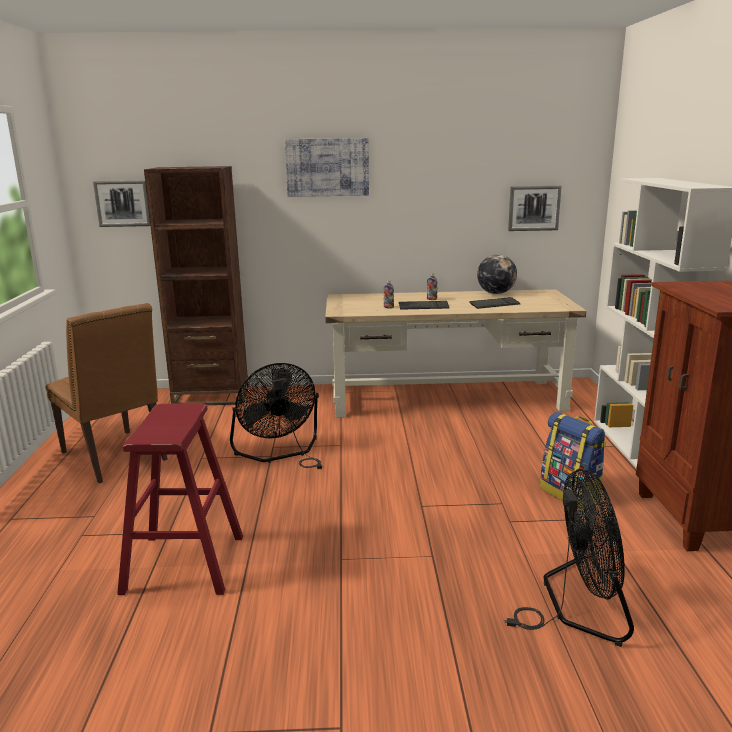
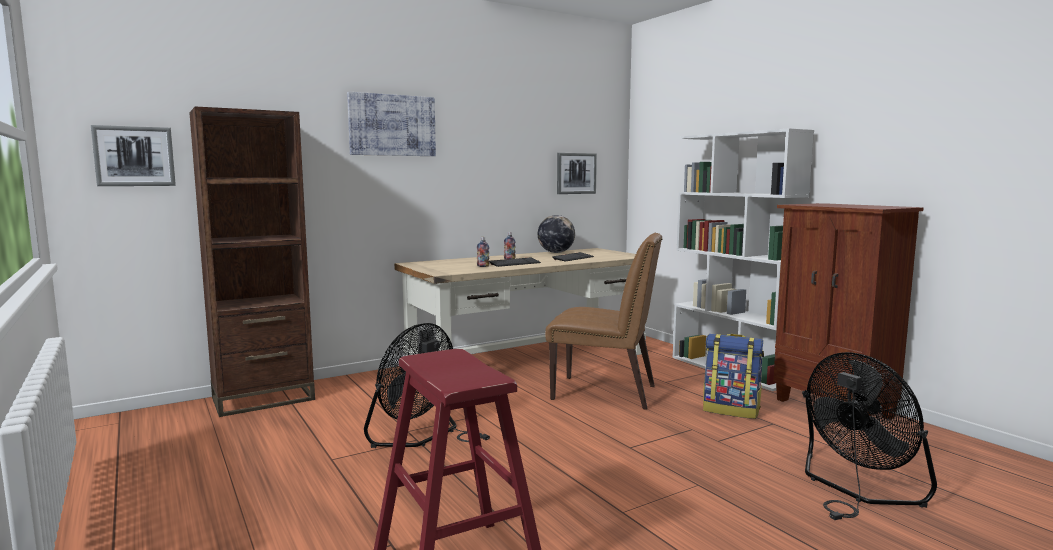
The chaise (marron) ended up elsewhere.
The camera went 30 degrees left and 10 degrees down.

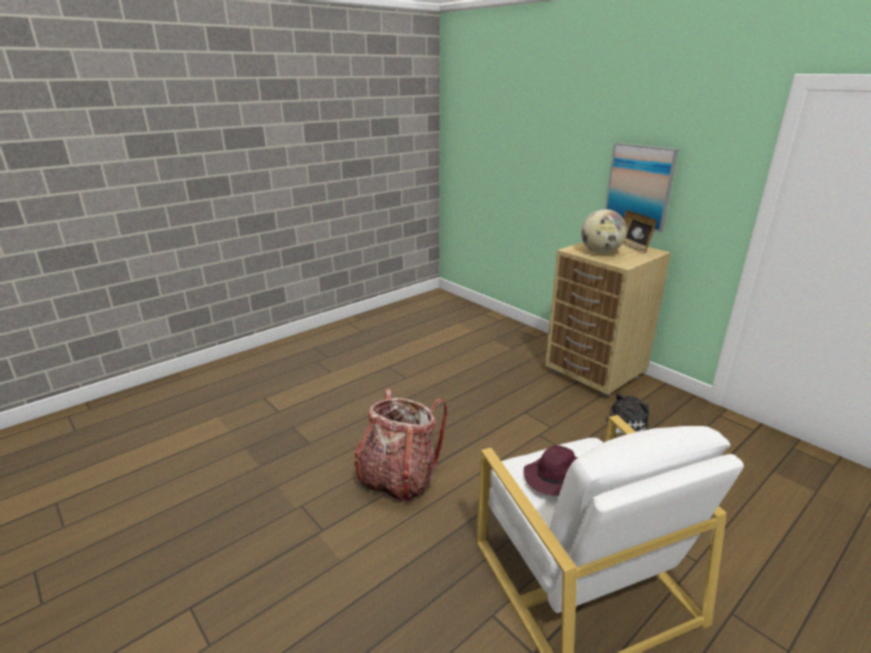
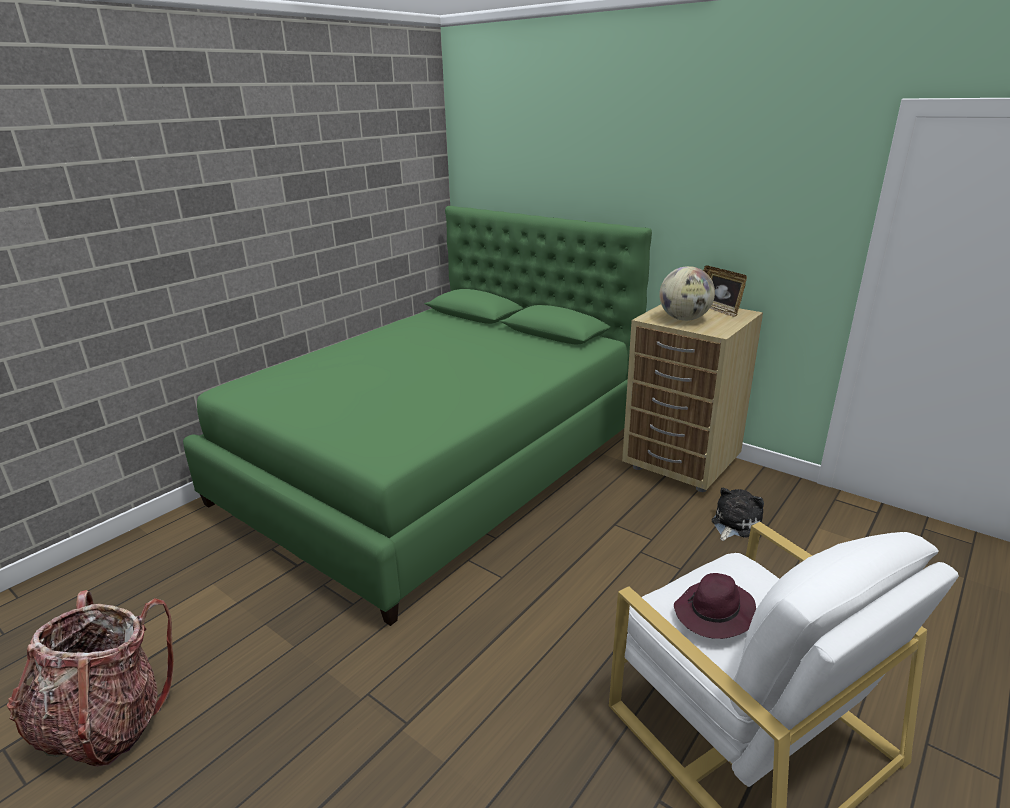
The second view lost the tableau.
The second view gained the lit (vert).
The sac à dos ended up elsewhere.
The camera went 10 degrees left and 0 degrees up.

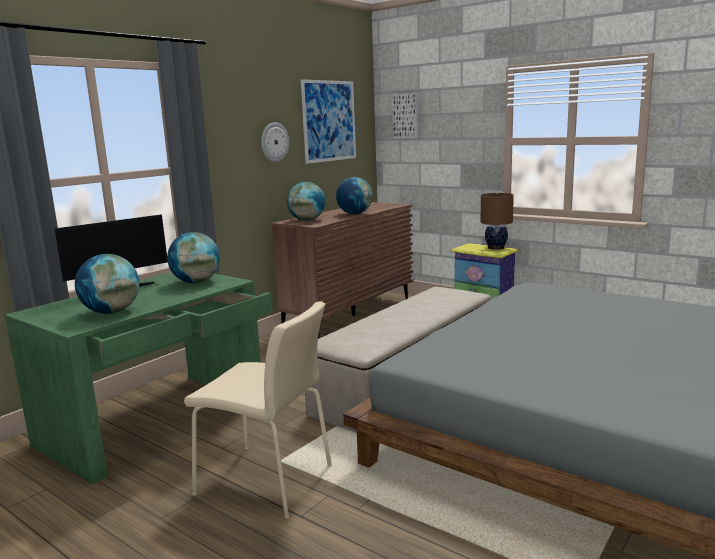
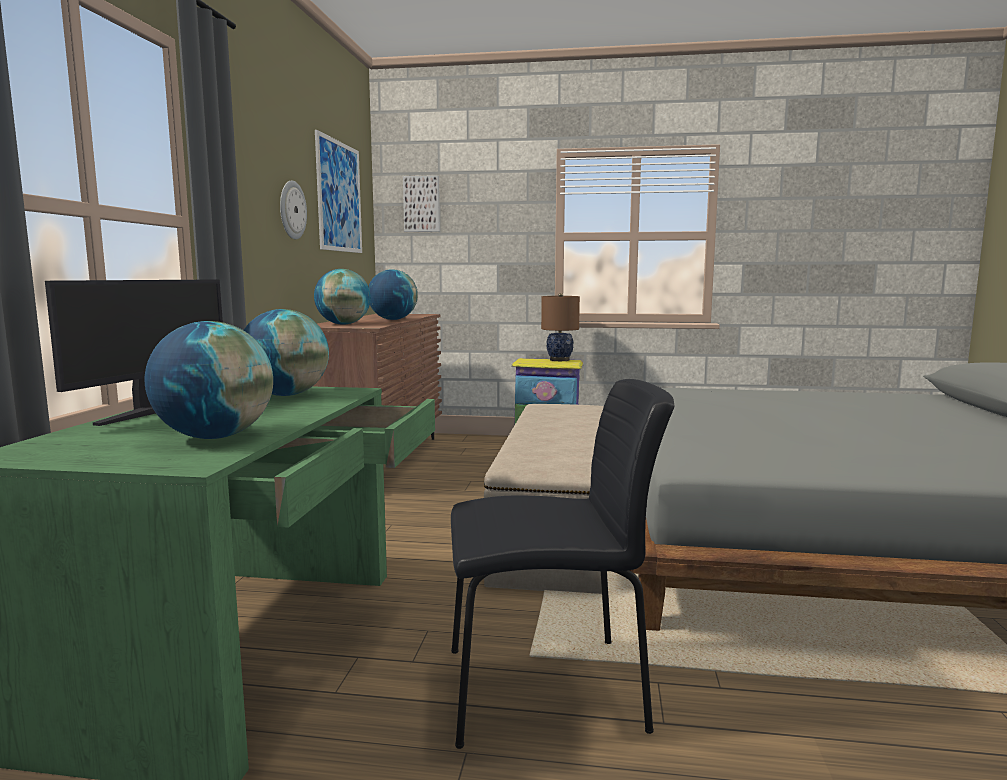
What was the chaise (beige) turned into the chaise (noir).
The camera went 30 degrees left and 5 degrees down.

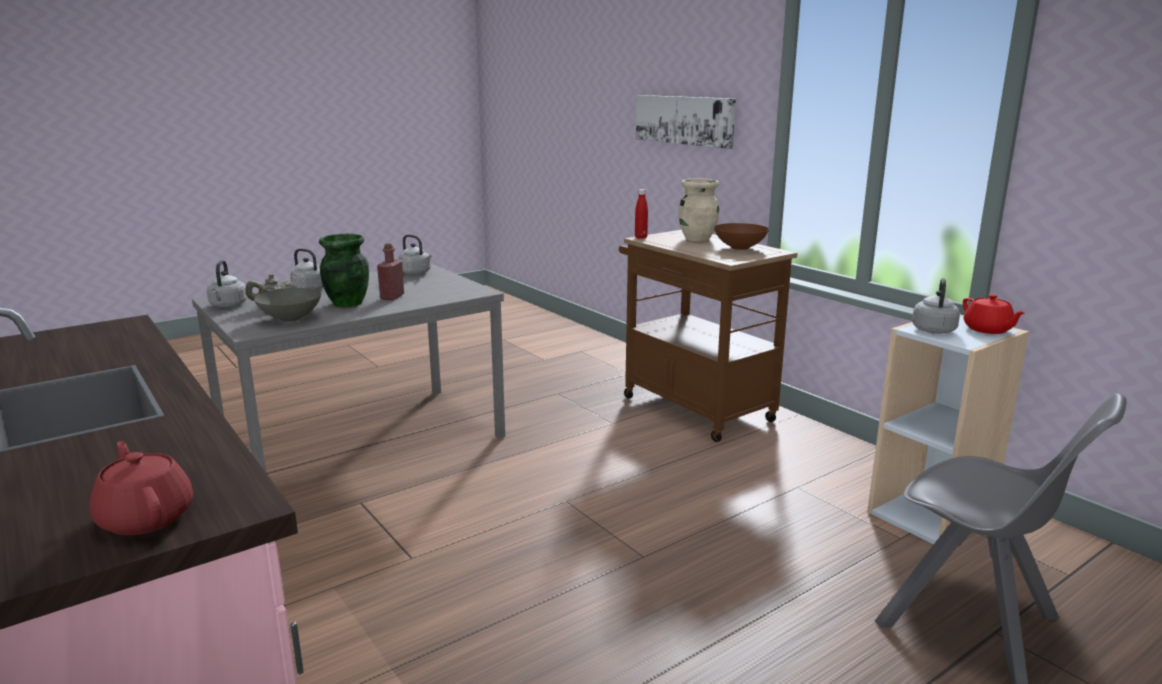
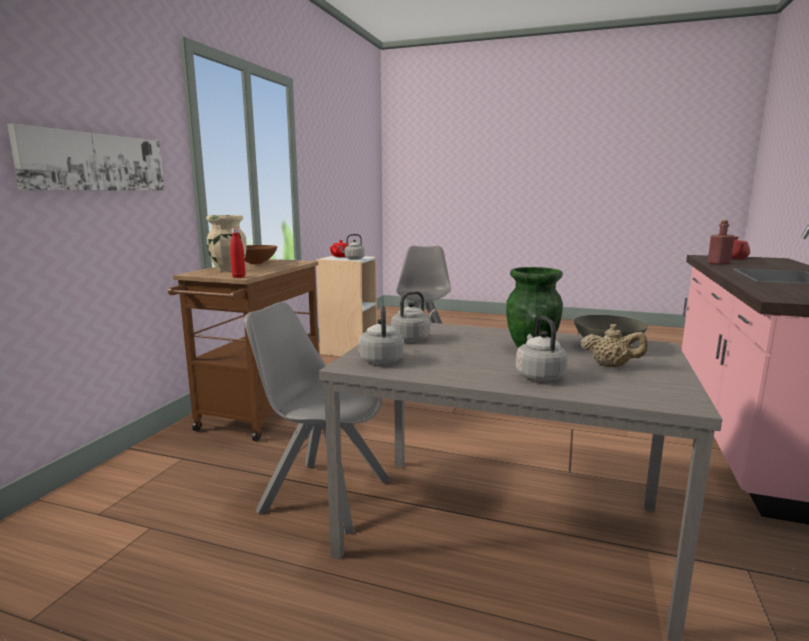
The second view gained the chaise (gris) (no. 1 from left).
The bouilloire (gris) (no. 1 from left in the first image) ended up elsewhere.
The bouteille (rouge) (no. 1 from left in the first image) ended up elsewhere.
The camera went 125 degrees left and 5 degrees down.

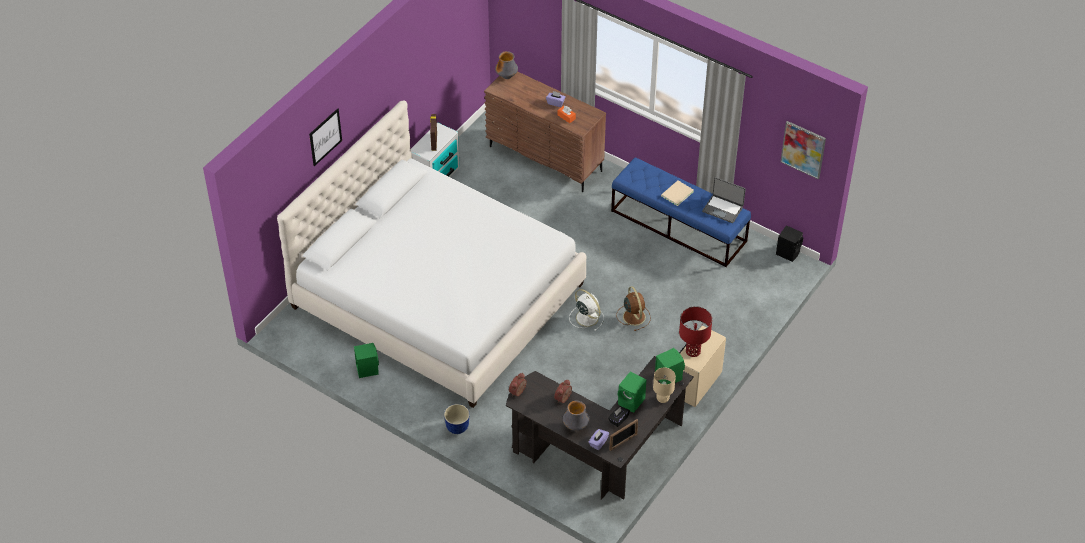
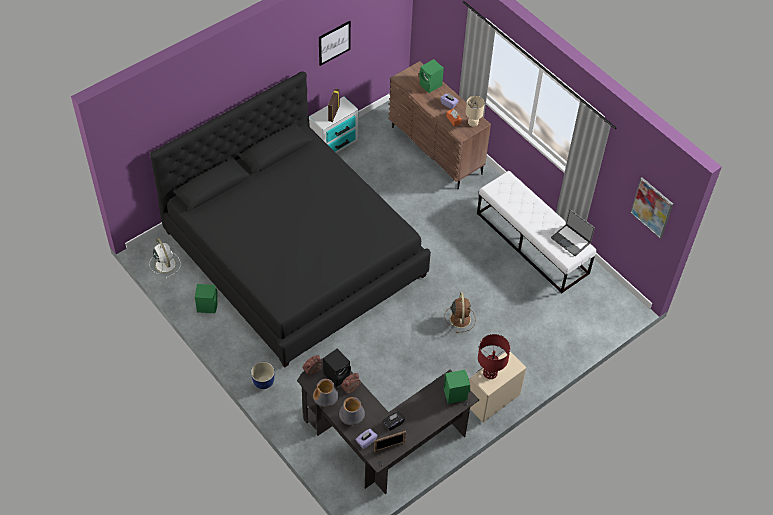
The second view lost the livre (beige).
The tableau (no. 1 from left) ended up elsewhere.
The vase (no. 1 from left) ended up elsewhere.
The ventilateur (blanc) ended up elsewhere.
The enceinte (vert) (no. 2 from left) ended up elsewhere.
The lampe de table (beige) ended up elsewhere.
The enceinte (noir) ended up elsewhere.
What was the lit (blanc) turned into the lit (noir).
What was the banc (bleu) turned into the banc (blanc).
The camera went 15 degrees right and 5 degrees up.

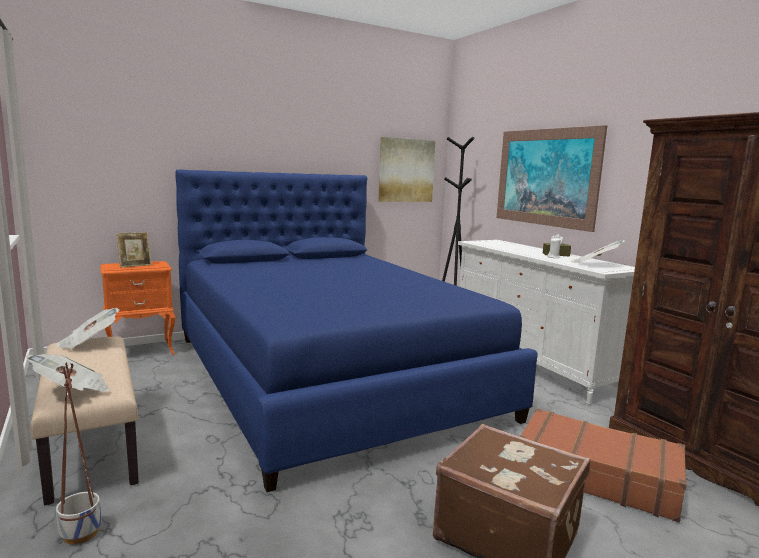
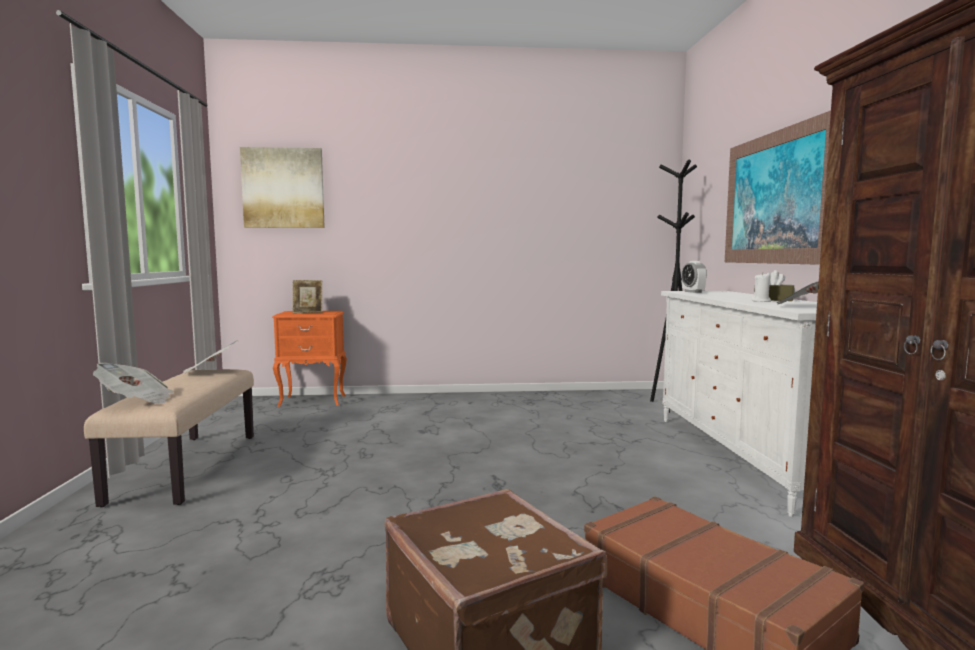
The second view lost the cache-pot.
The second view lost the lit (bleu).
The second view gained the réveil.
The tableau (no. 1 from left) ended up elsewhere.
The camera went 25 degrees right and 5 degrees down.

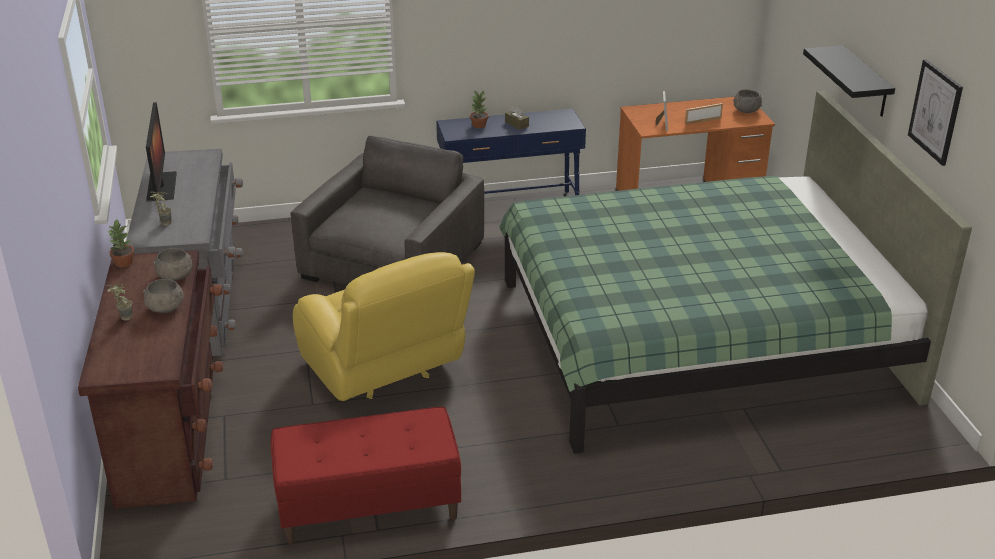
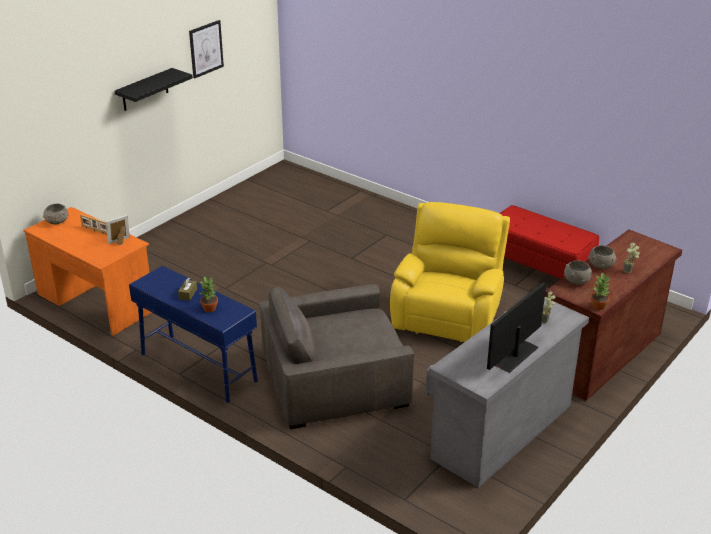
The second view lost the lit (vert).
The camera went 130 degrees left and 0 degrees up.

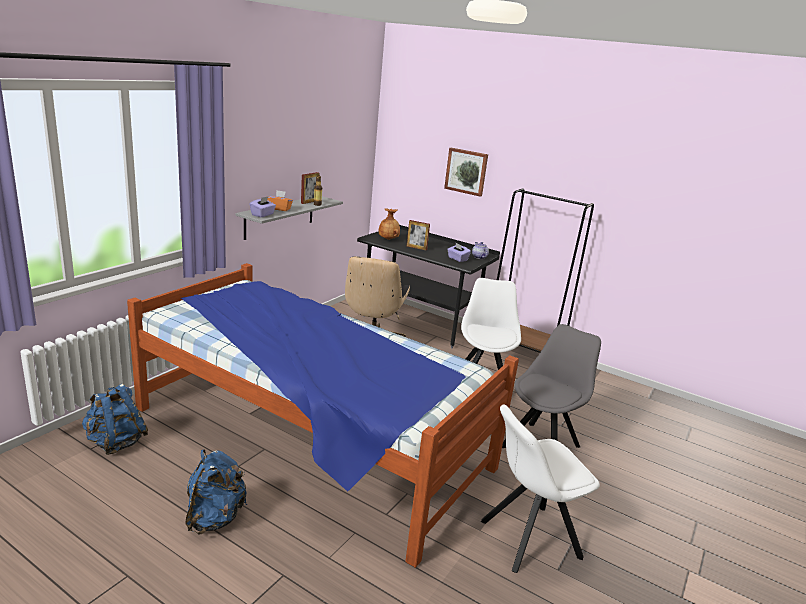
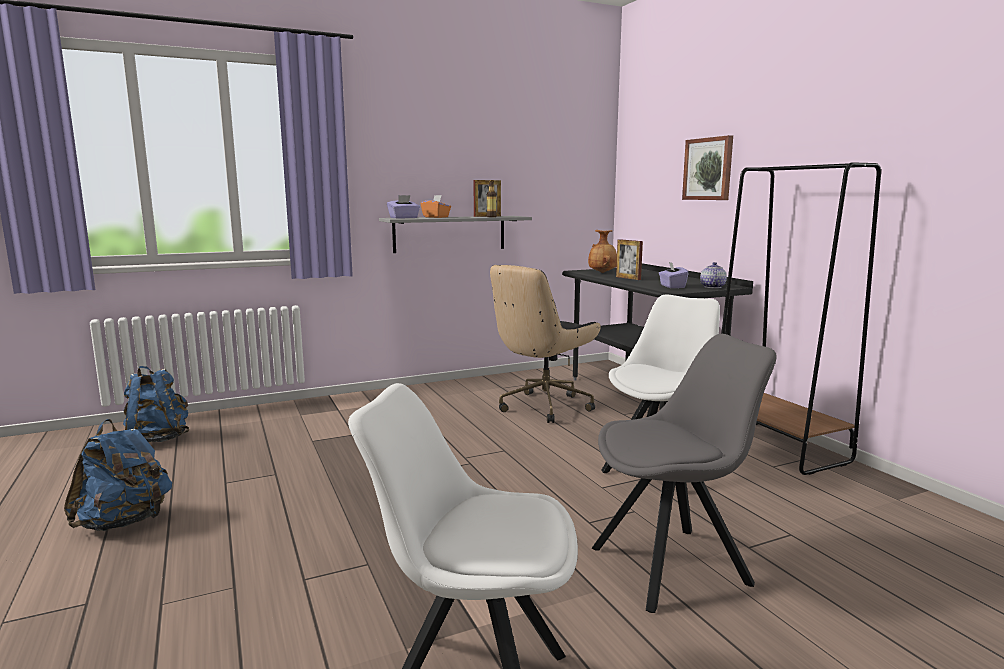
The second view lost the lit.
The camera went 35 degrees right and 10 degrees down.

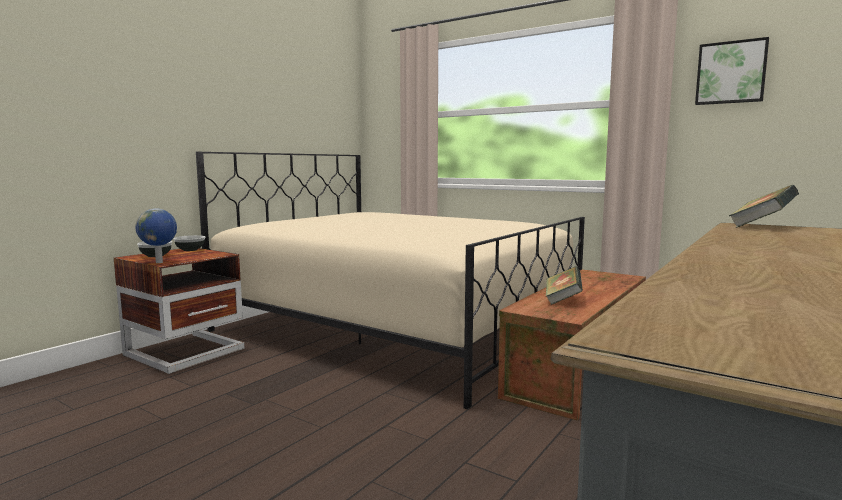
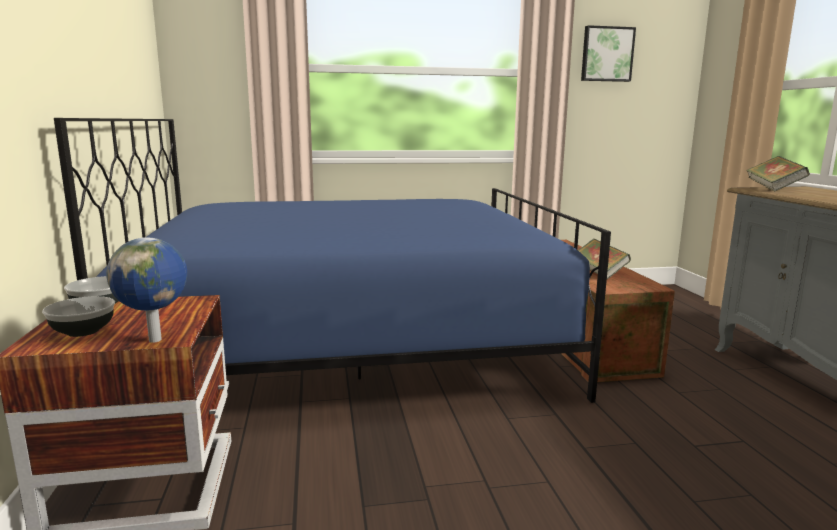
What was the lit (beige) turned into the lit (bleu).
The camera went 45 degrees left and 5 degrees up.

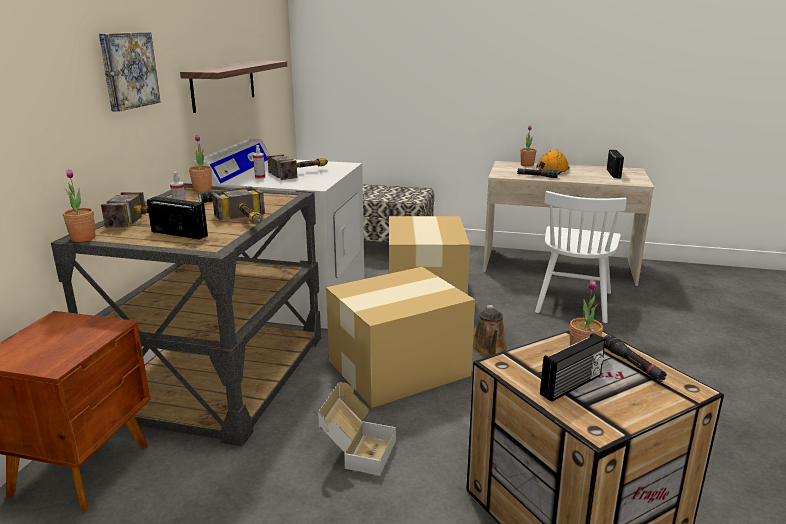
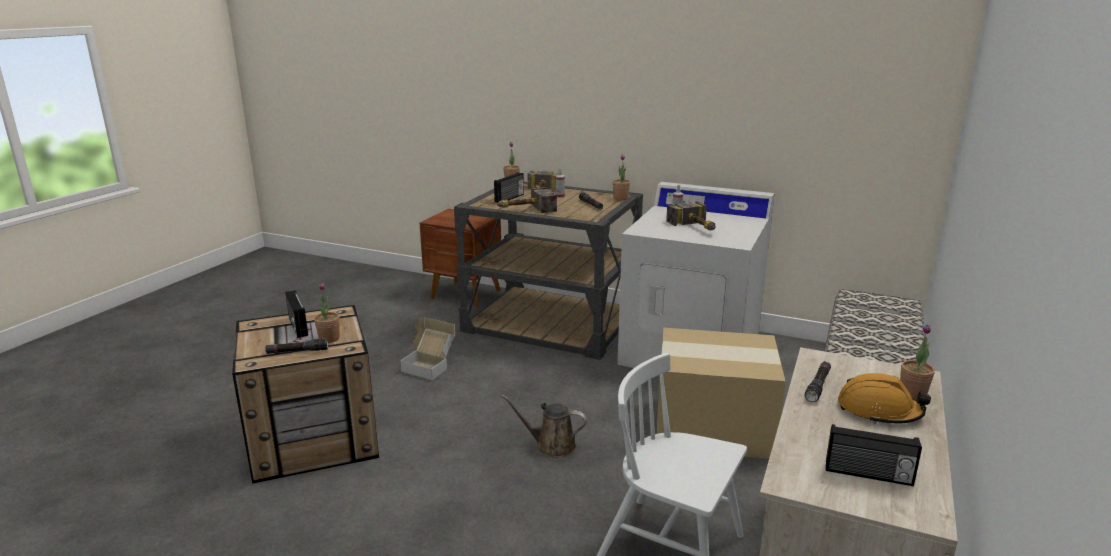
The second view lost the tableau.
The second view lost the étagère.
The second view lost the carton (no. 2 from left).
The camera went 100 degrees right and 0 degrees up.

